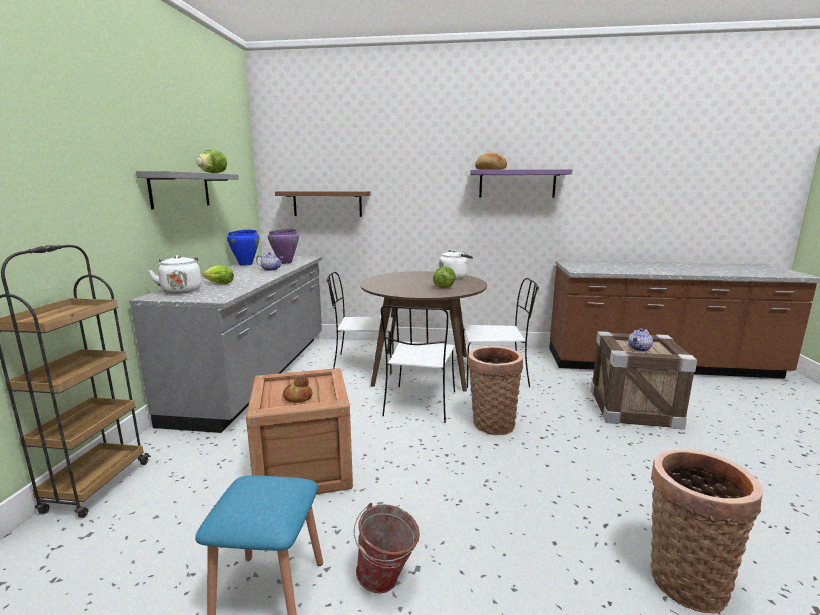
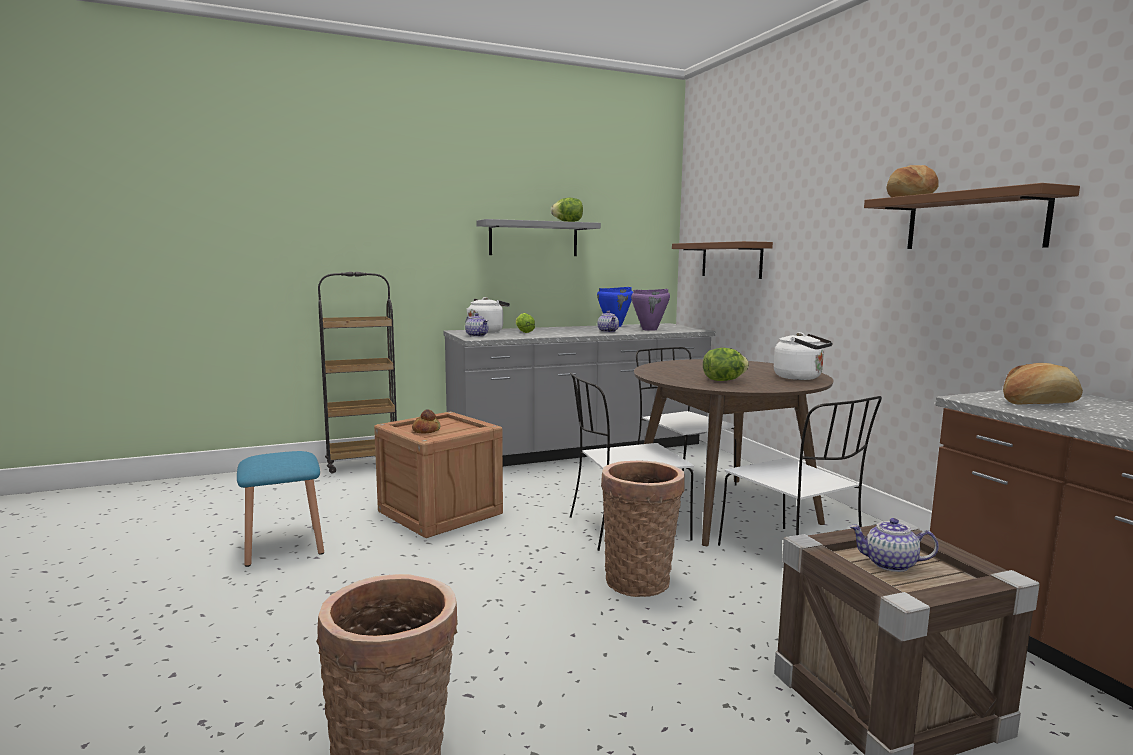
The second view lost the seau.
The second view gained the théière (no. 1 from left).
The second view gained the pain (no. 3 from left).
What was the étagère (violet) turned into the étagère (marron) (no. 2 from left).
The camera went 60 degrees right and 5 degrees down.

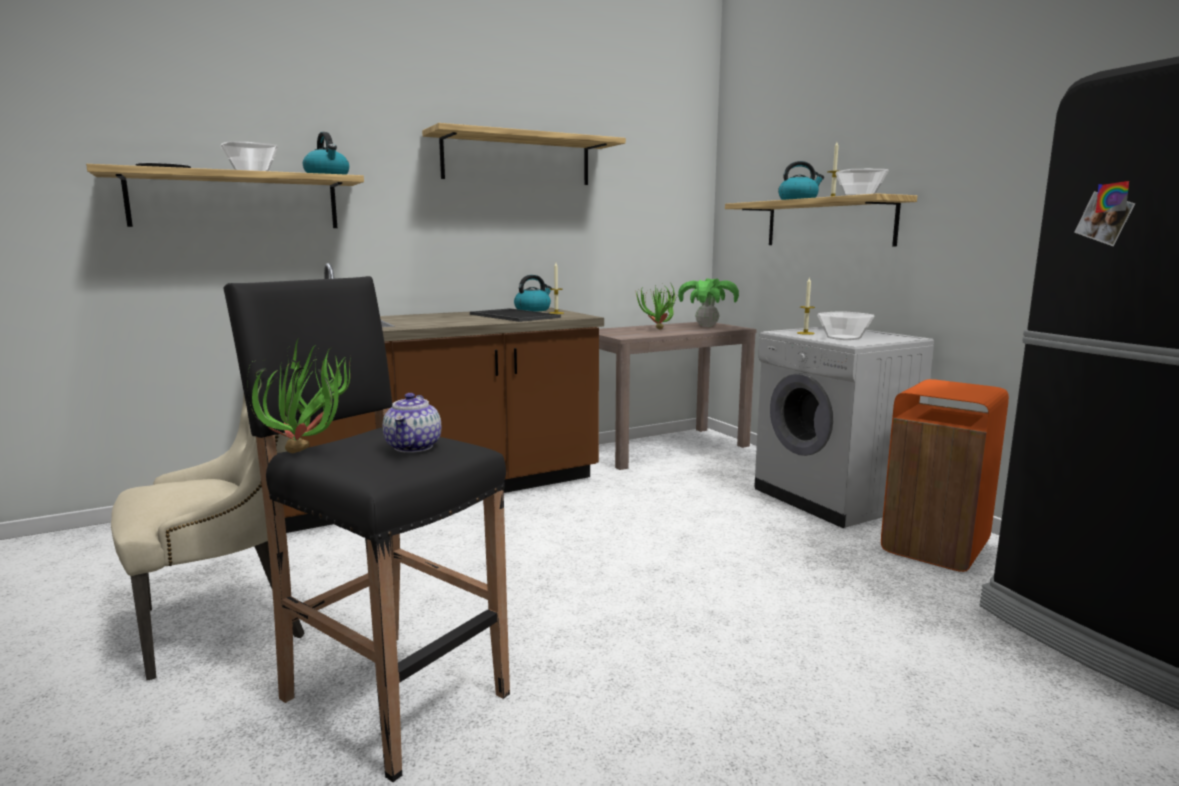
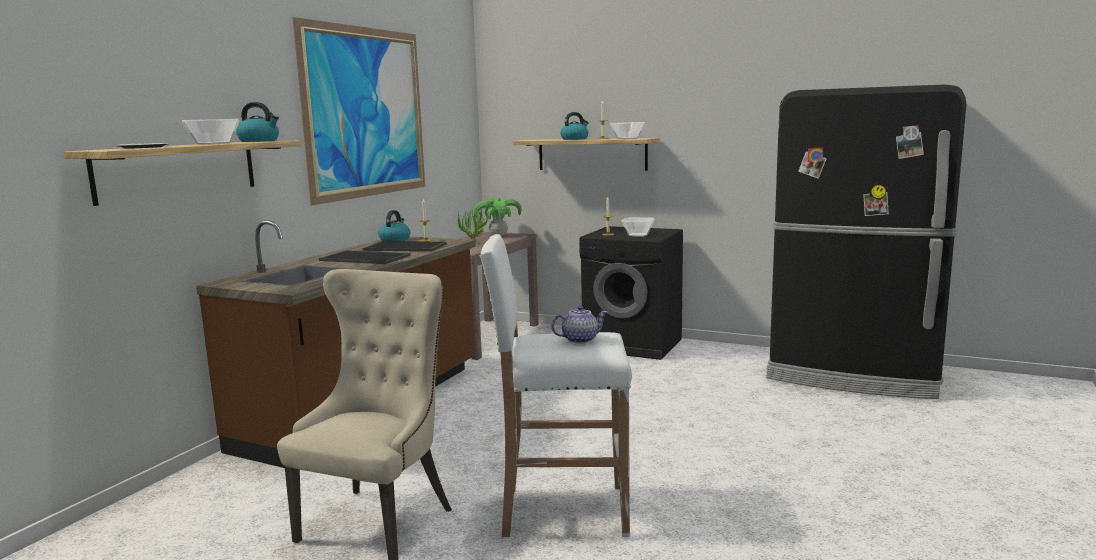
The second view lost the plante en pot (no. 1 from left).
The second view lost the poubelle (orange).
The second view gained the plateau (no. 1 from left).
Where the étagère (no. 2 from left) hung, the tableau came to hang.
What was the tabouret (noir) turned into the tabouret (blanc).
What was the lave-linge (blanc) turned into the lave-linge (noir).
The théière ended up facing another way, 75 degrees counterclockwise from before.
The camera went 35 degrees left and 0 degrees up.

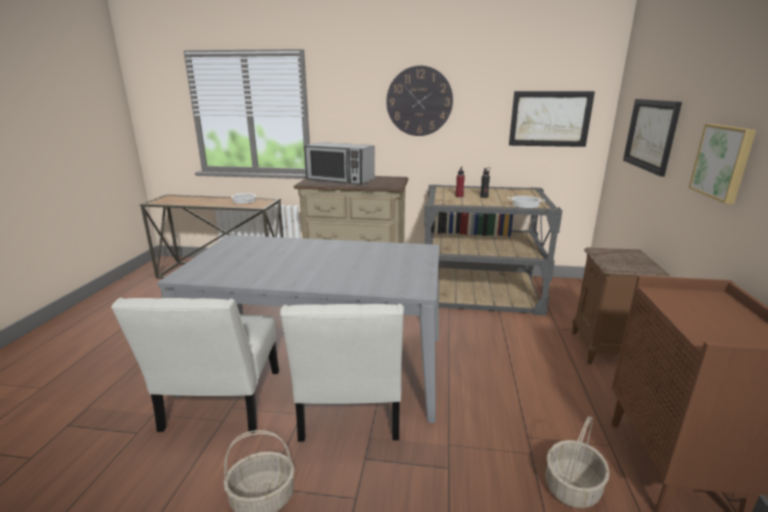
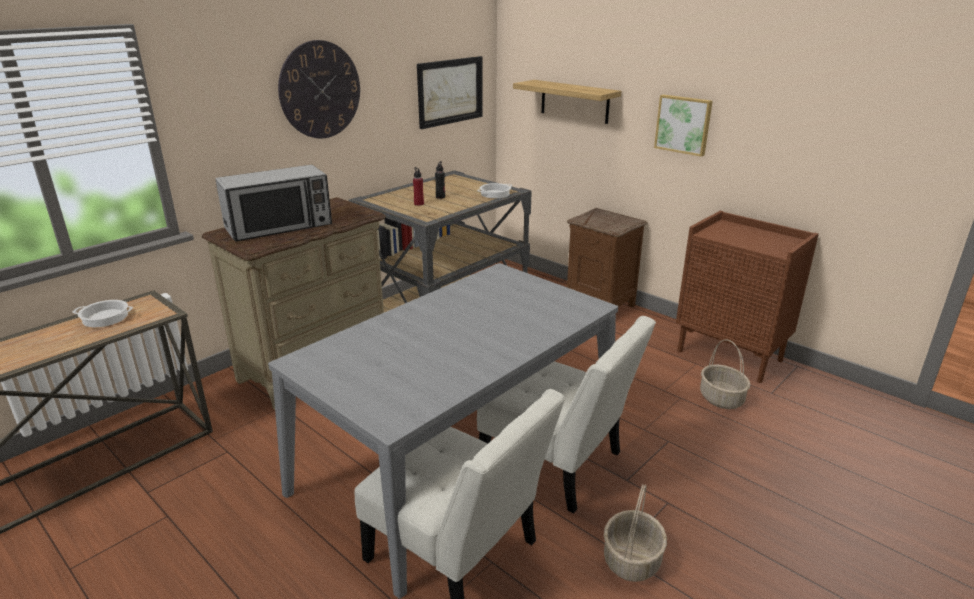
Where the tableau (no. 2 from left) hung, the étagère came to hang.
The camera went 55 degrees left and 5 degrees up.

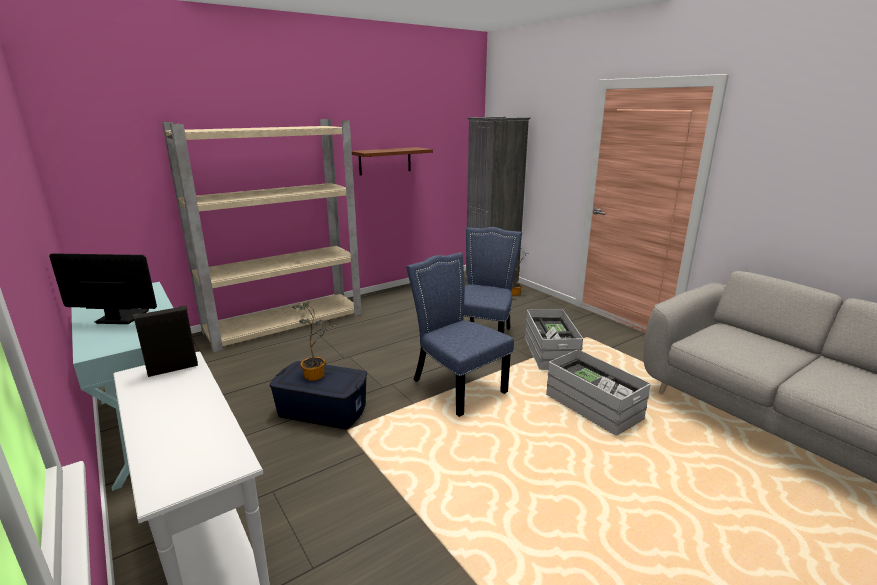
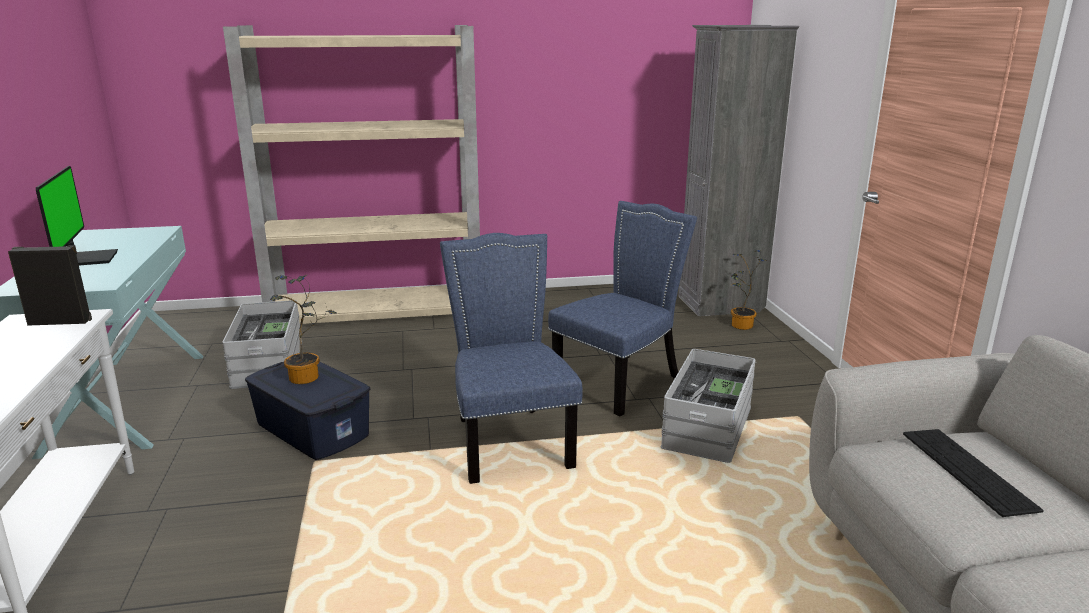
The second view lost the étagère (marron).
The second view gained the clavier.
The boîte de rangement (gris) (no. 2 from left in the first image) ended up elsewhere.
The écran d'ordinateur ended up facing another way, 45 degrees clockwise from before.
The camera went 25 degrees right and 0 degrees up.

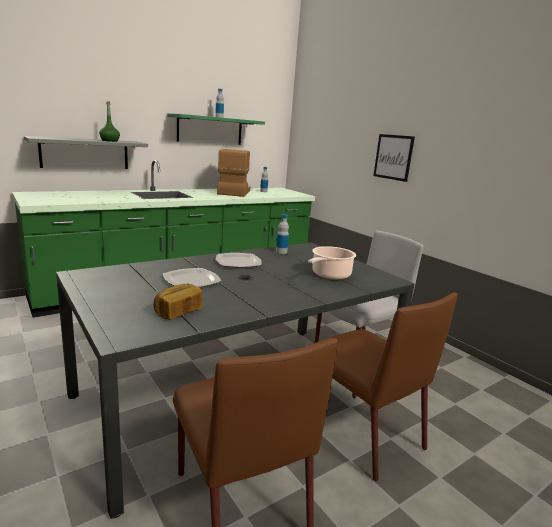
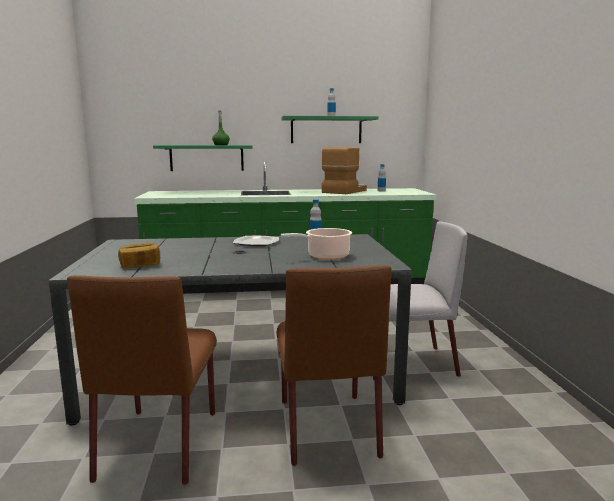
The second view lost the assiette (no. 1 from left).
The second view lost the tableau.
What was the étagère (gris) turned into the étagère (vert) (no. 1 from left).
The camera went 30 degrees right and 5 degrees down.

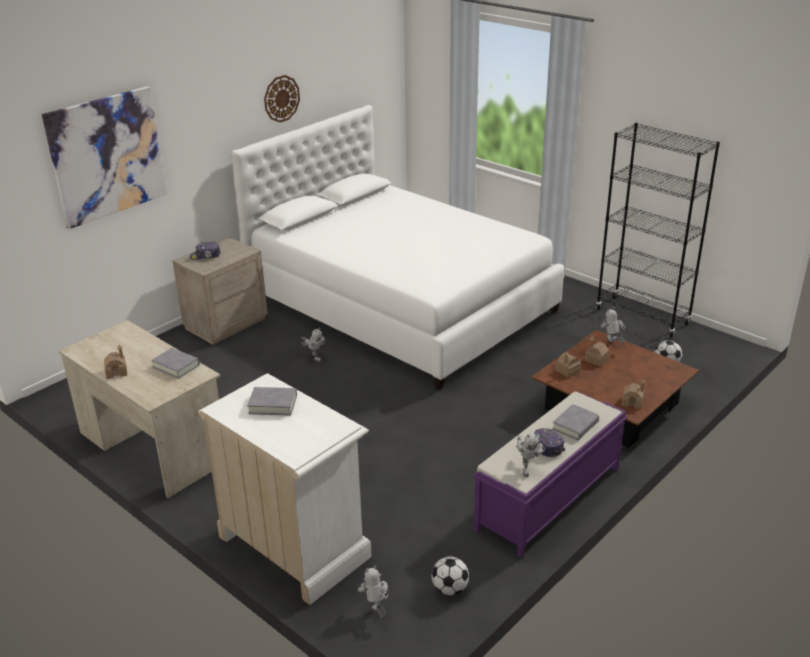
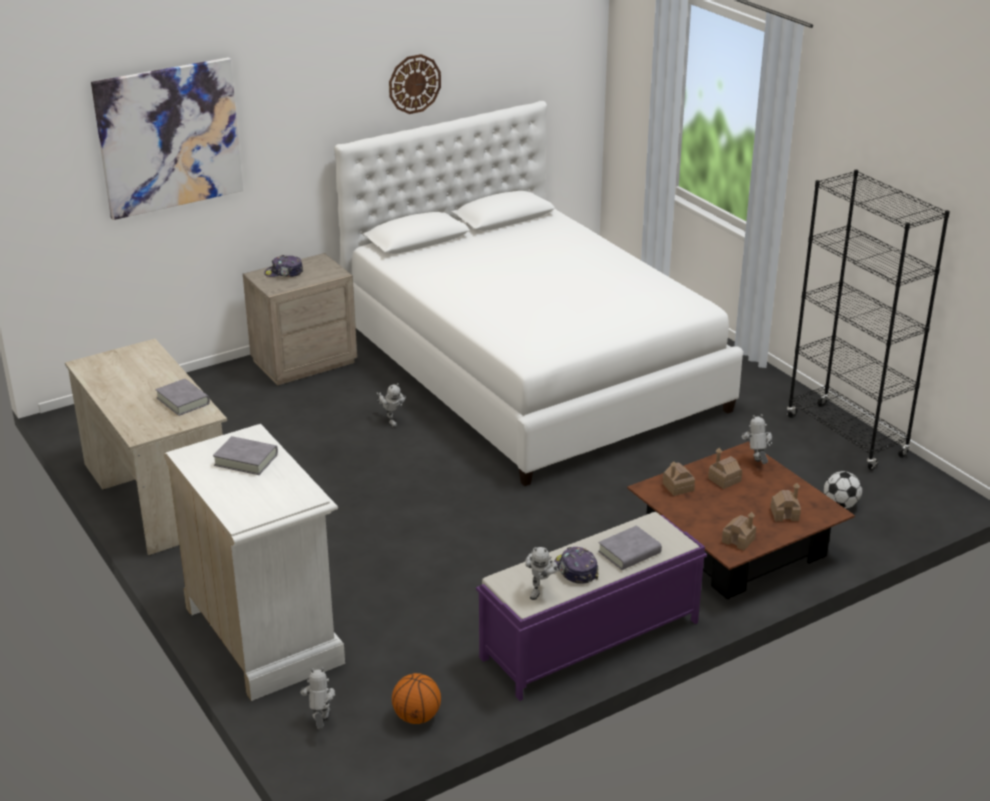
The maison miniature (no. 1 from left in the first image) ended up elsewhere.
Where the ballon de foot (no. 1 from left) stood, the ballon de basket came to stand.
The camera went 15 degrees right and 0 degrees up.

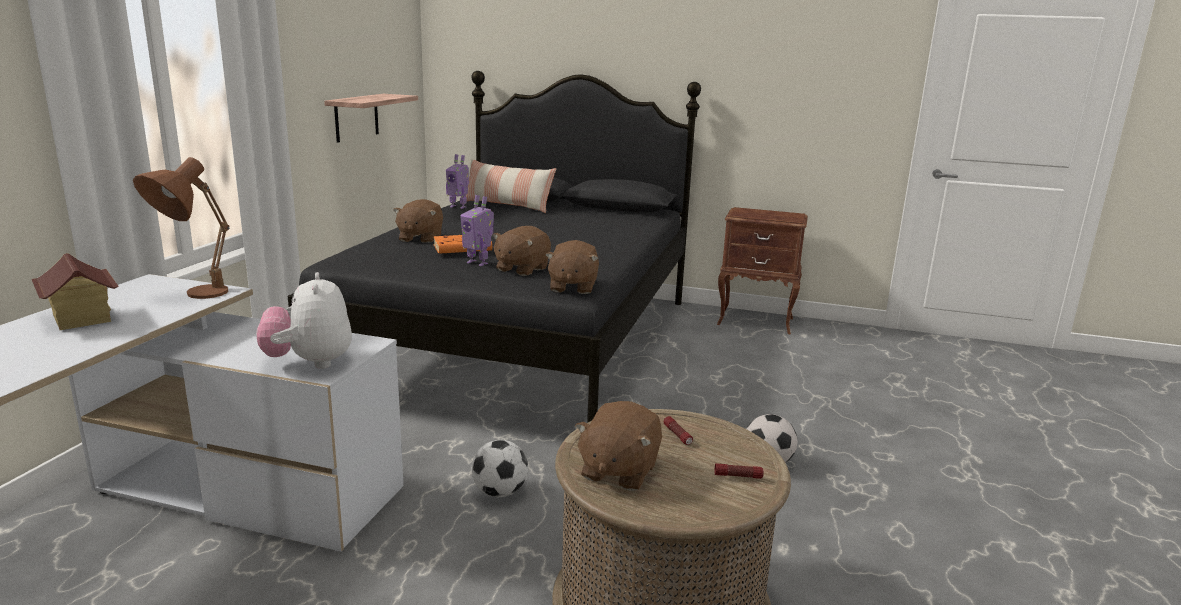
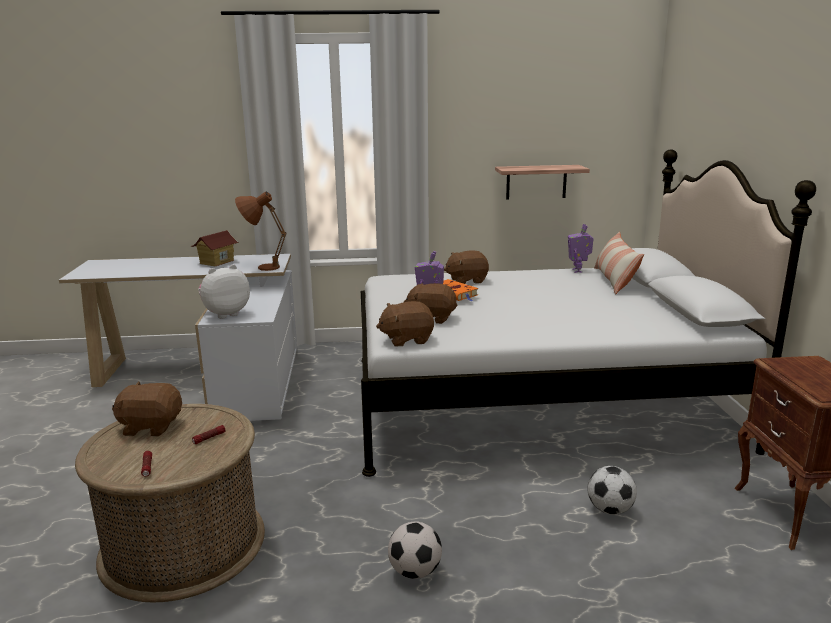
The ballon de foot (no. 1 from left in the first image) ended up elsewhere.
What was the lit (noir) turned into the lit (blanc).
The camera went 70 degrees right and 0 degrees up.

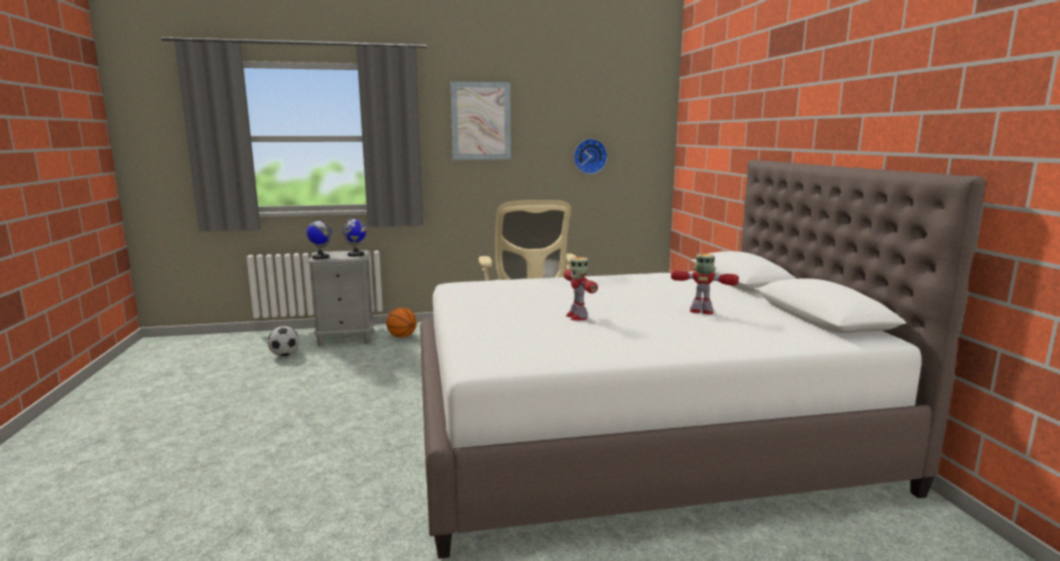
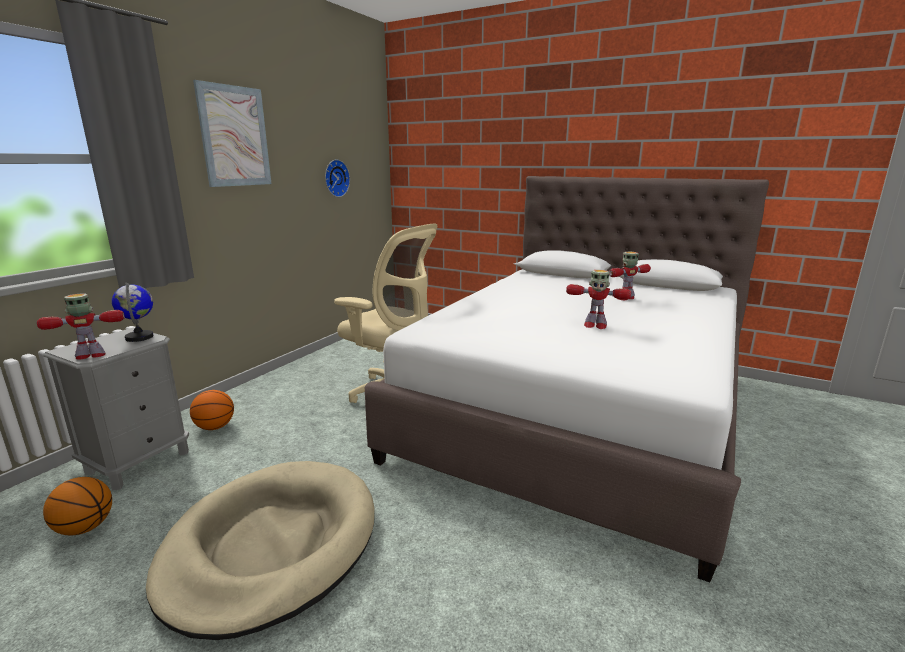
The second view gained the panier pour chien (beige).
Where the ballon de foot stood, the ballon de basket (no. 1 from left) came to stand.
Where the globe (no. 1 from left) stood, the robot jouet (no. 1 from left) came to stand.
The camera went 50 degrees left and 5 degrees up.

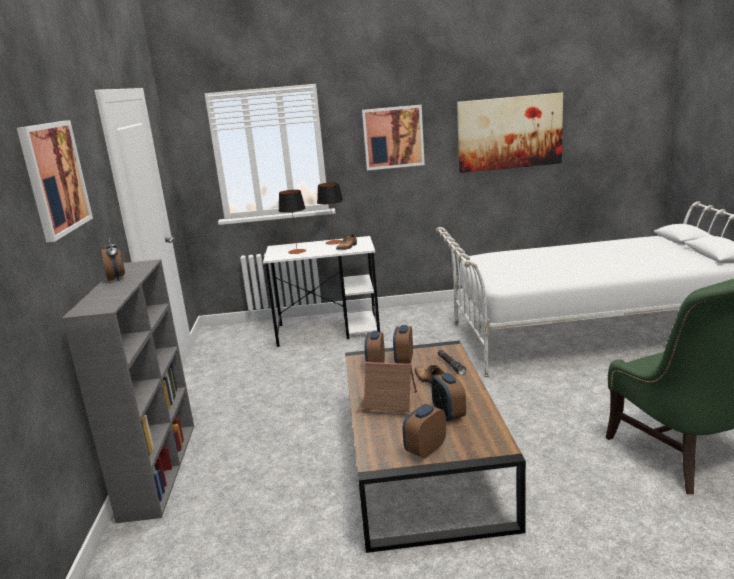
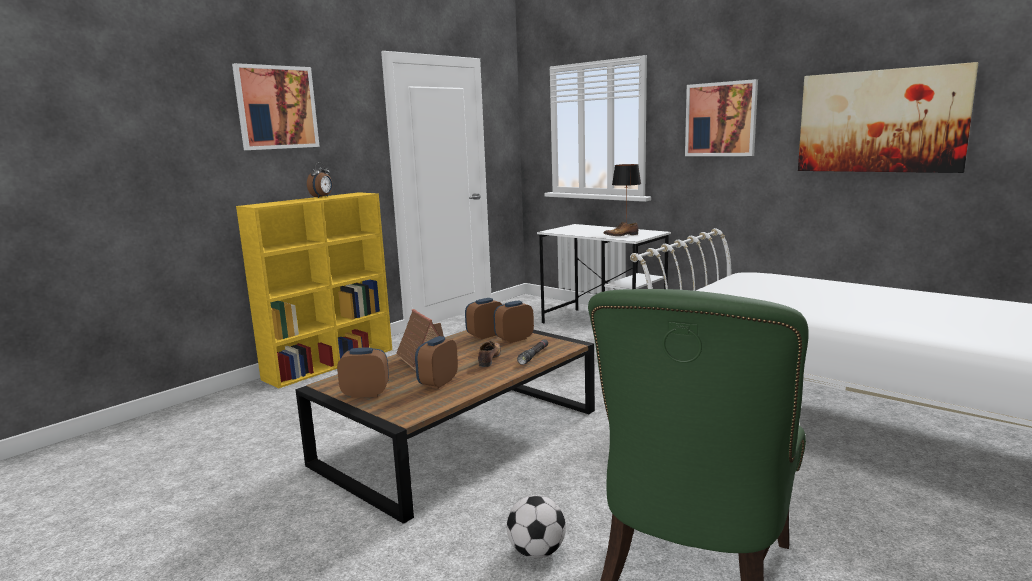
The second view lost the lampe de table (no. 1 from left).
The second view gained the ballon de foot.
What was the bibliothèque (gris) turned into the bibliothèque (jaune).
The camera went 45 degrees right and 5 degrees down.

